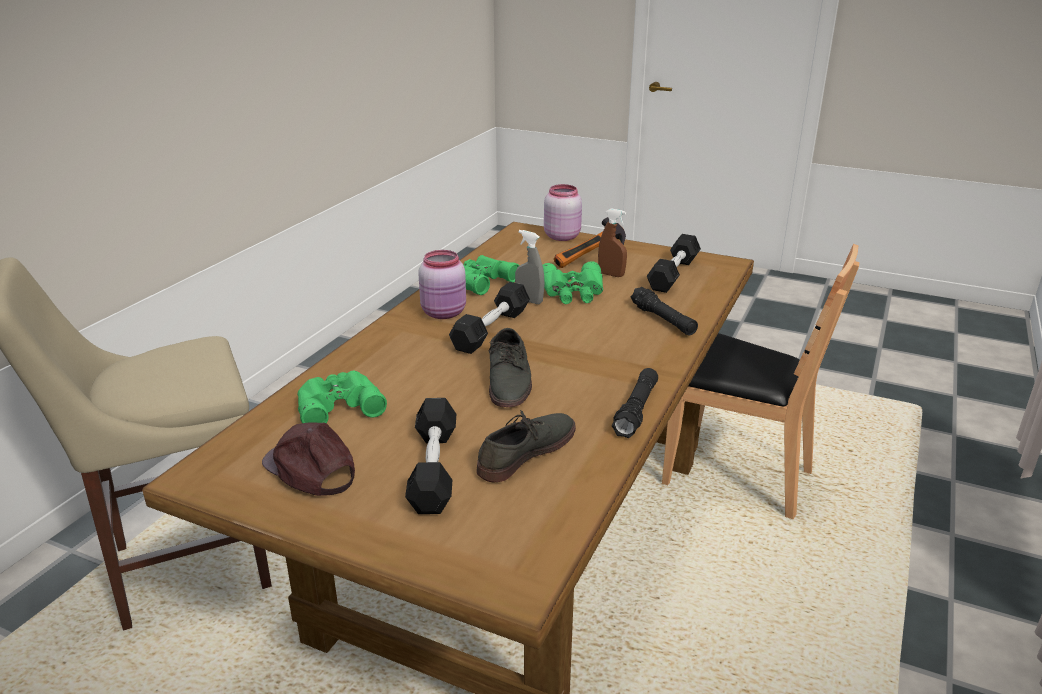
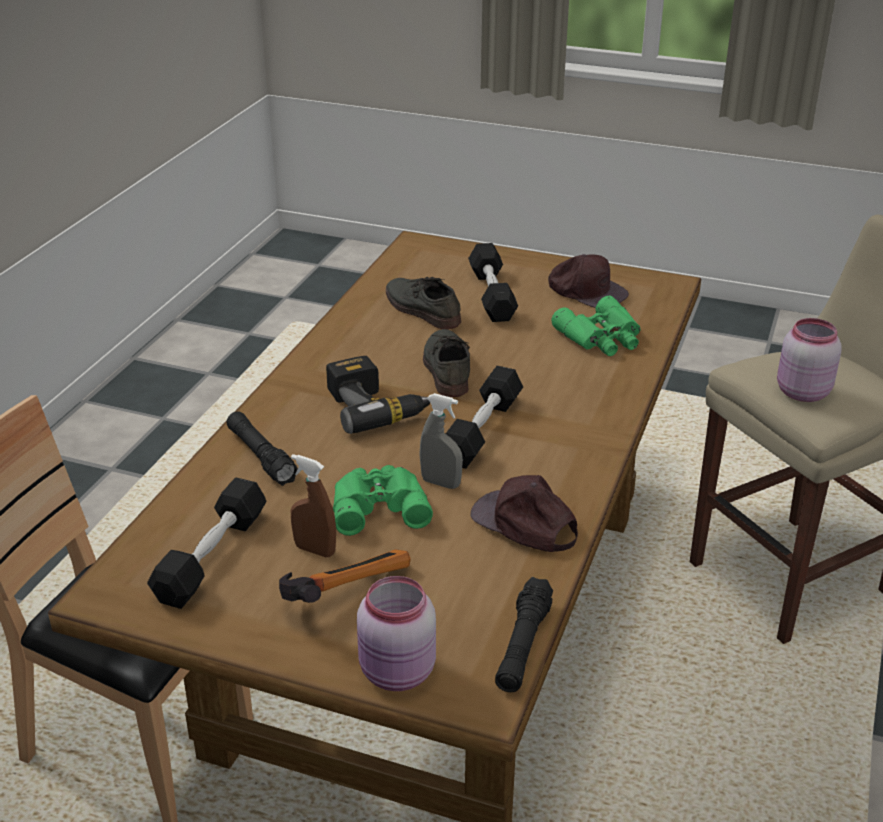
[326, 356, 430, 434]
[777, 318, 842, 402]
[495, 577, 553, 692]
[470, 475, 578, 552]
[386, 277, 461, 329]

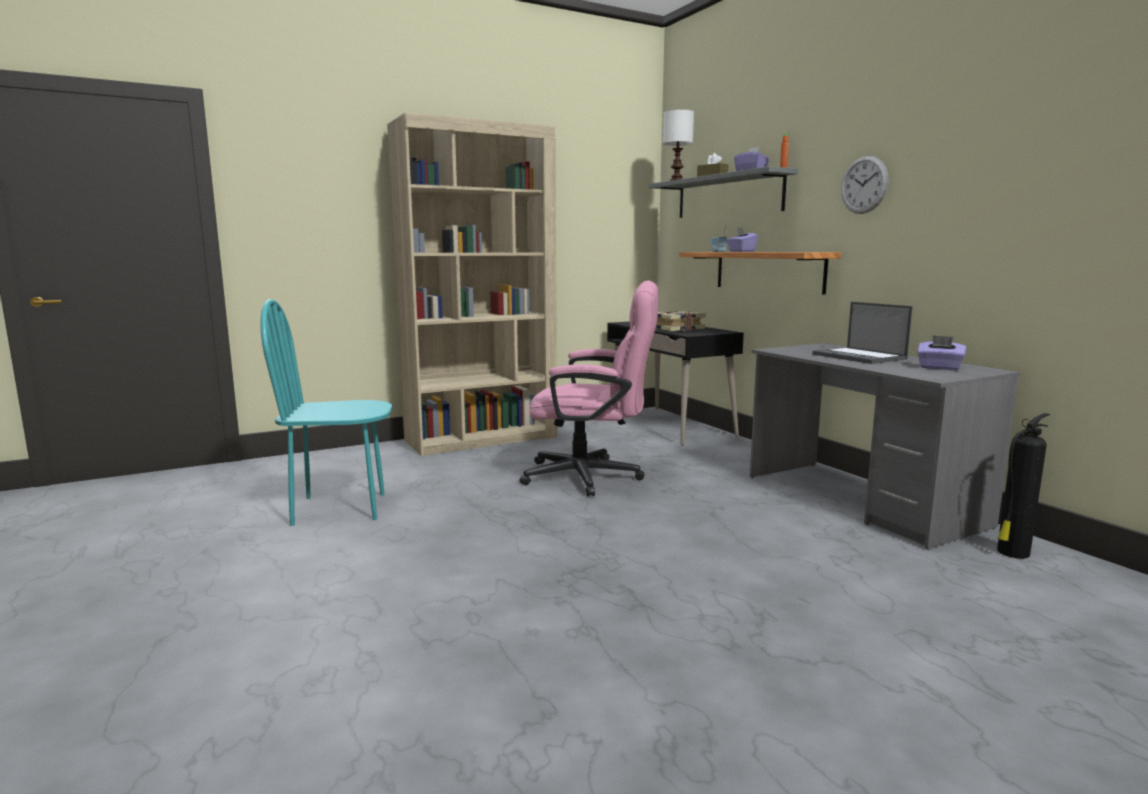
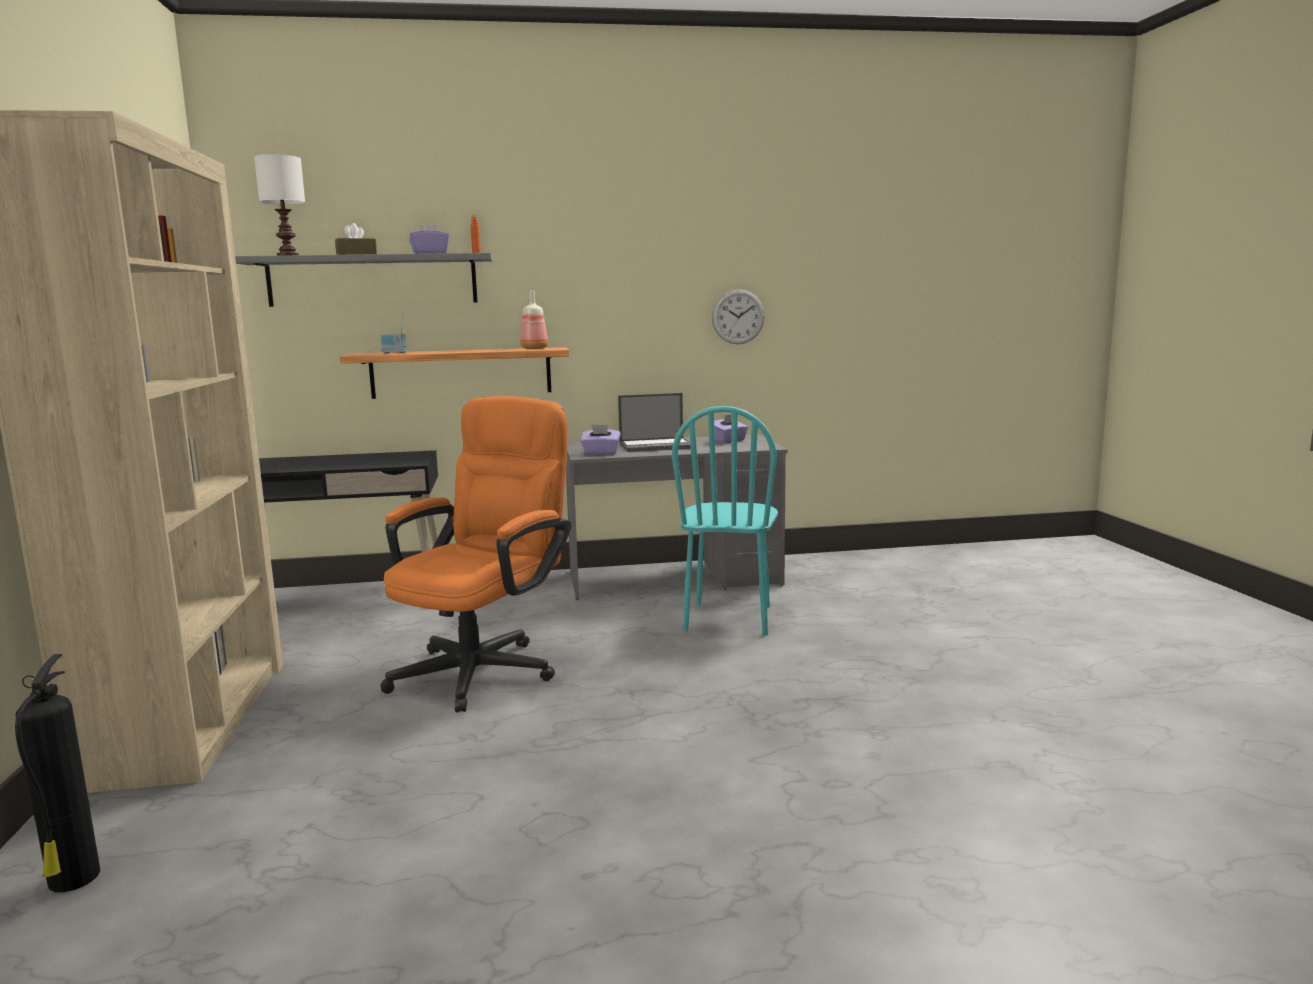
[655, 311, 706, 331] (first image)
[520, 291, 548, 349]
[672, 406, 778, 636]
[581, 424, 621, 455]
[712, 289, 765, 344]
[15, 654, 100, 892]
[381, 396, 572, 712]

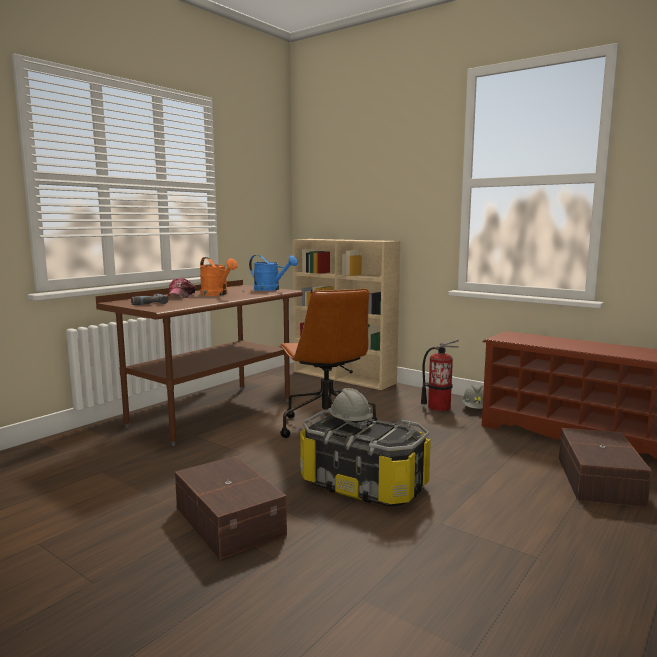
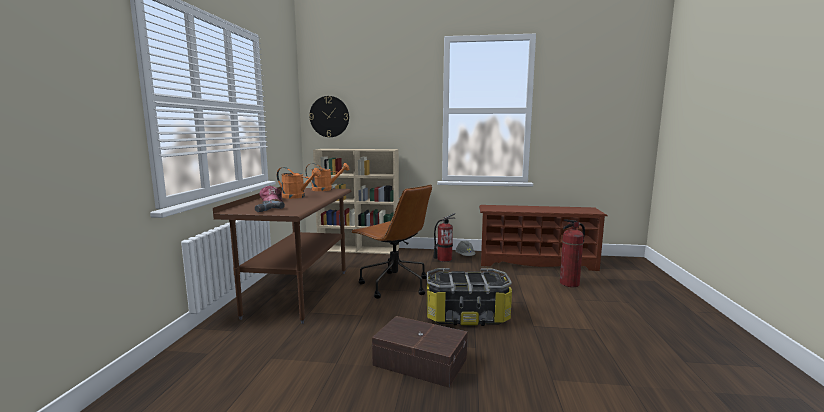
[327, 388, 372, 430] (first image)
[309, 96, 349, 137]
[560, 219, 585, 287]
[306, 163, 349, 191]

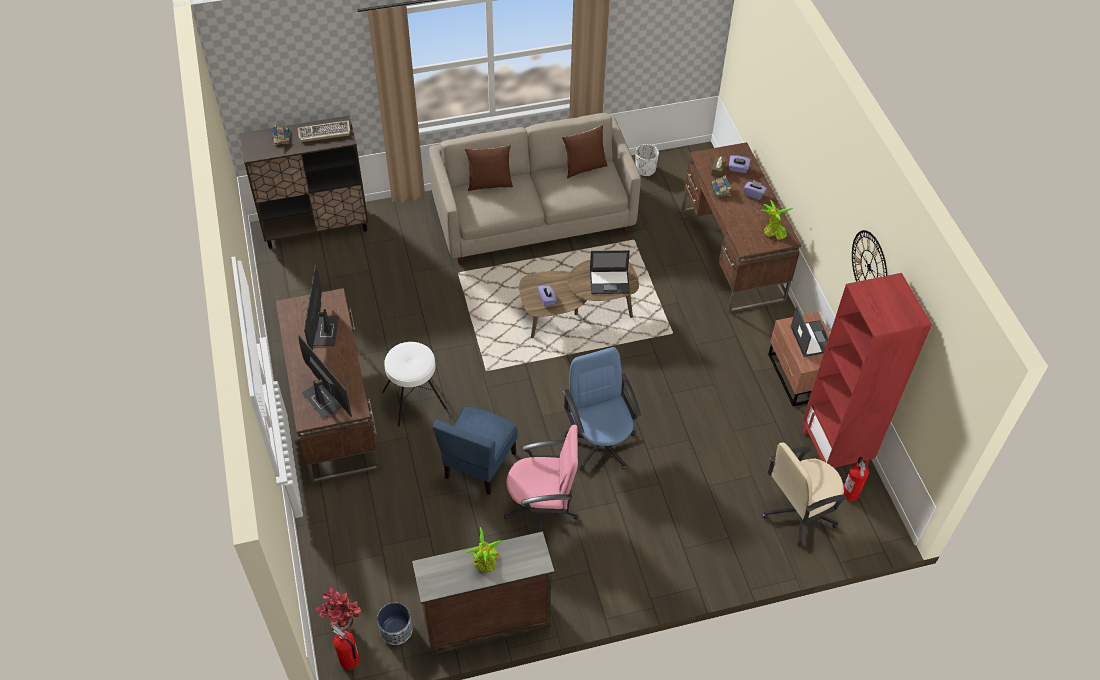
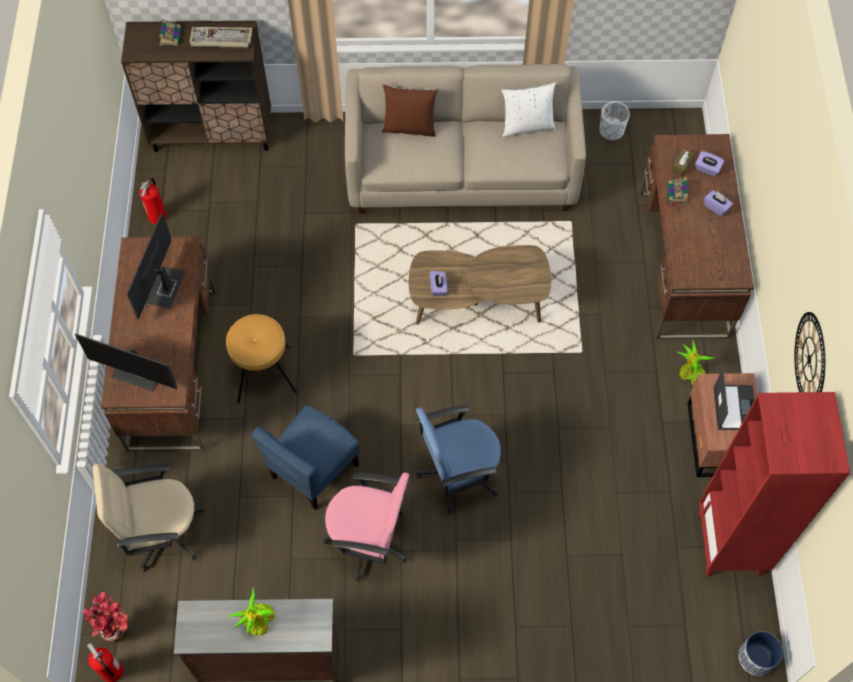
[590, 250, 630, 294] (first image)
[739, 631, 783, 676]
[678, 340, 715, 385]
[93, 464, 205, 571]
[139, 178, 167, 224]
[226, 314, 297, 403]
[502, 82, 556, 137]
[75, 333, 177, 391]
[416, 406, 501, 513]

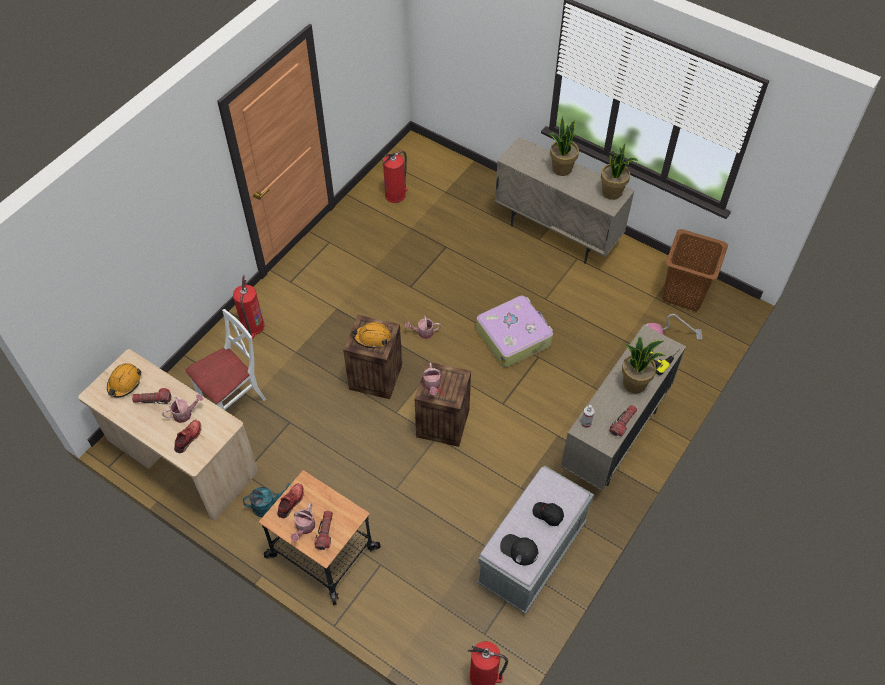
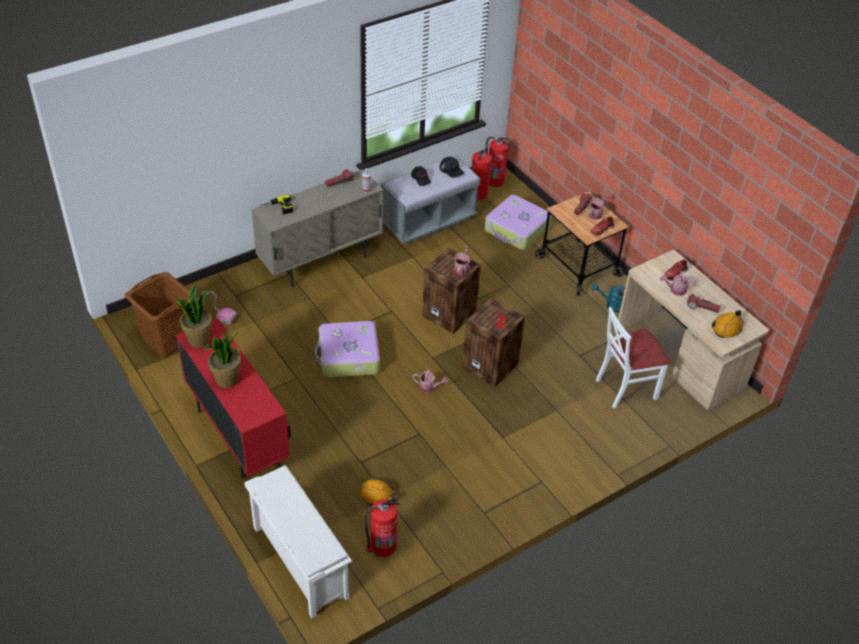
[622, 337, 665, 393] (first image)
[244, 465, 352, 618]
[485, 195, 552, 250]
[471, 147, 492, 200]
[360, 478, 397, 505]
[176, 319, 291, 478]

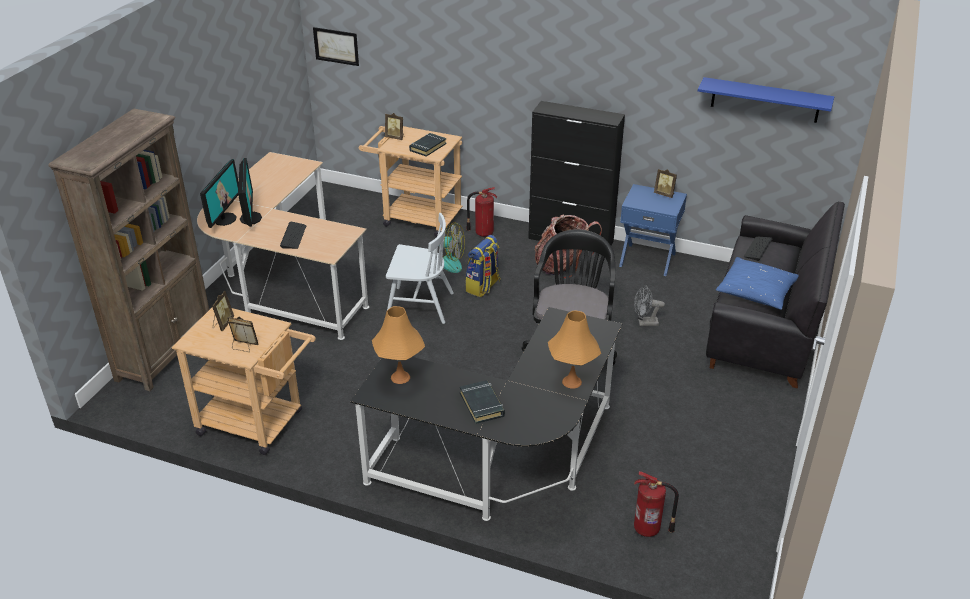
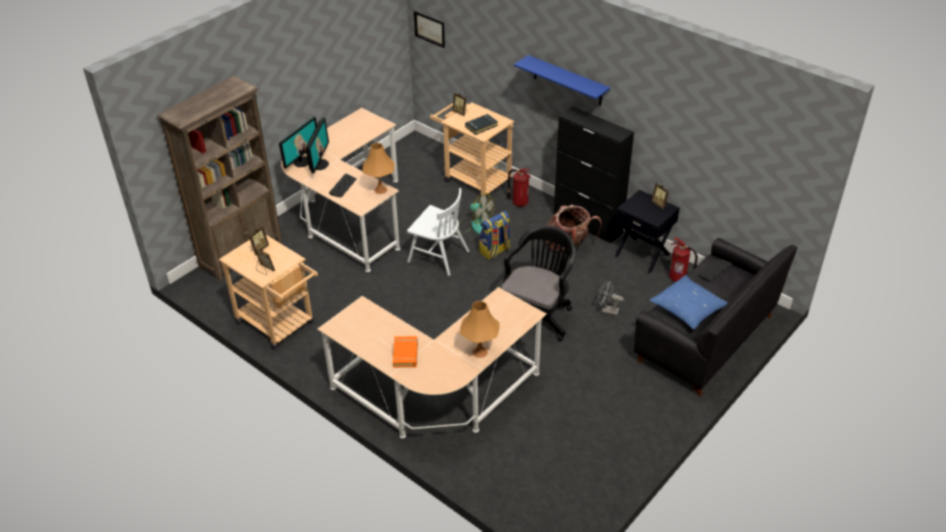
[362, 143, 395, 194]
[669, 237, 698, 282]
[514, 55, 610, 106]
[317, 287, 547, 438]
[393, 336, 418, 367]
[615, 190, 680, 273]

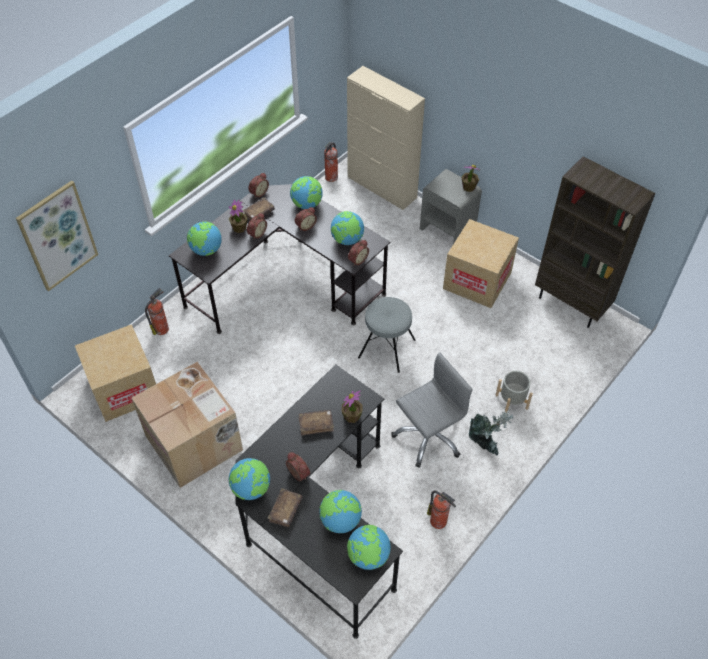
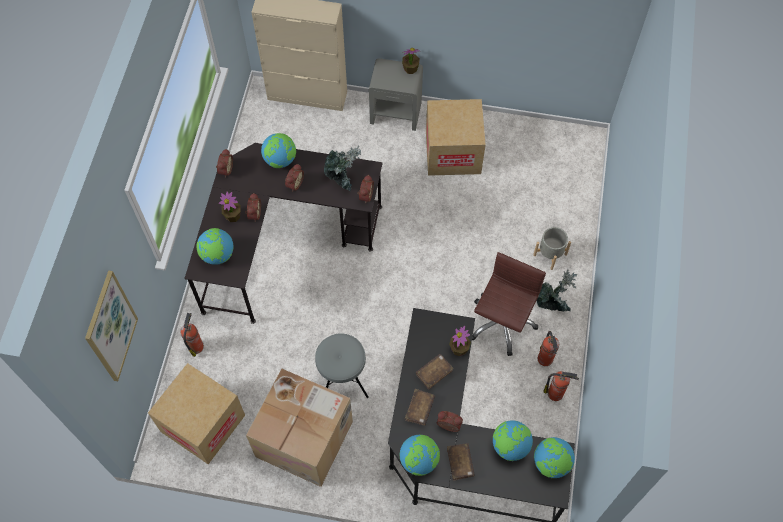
[535, 156, 655, 328] (first image)
[405, 389, 435, 426]
[538, 331, 559, 366]
[315, 333, 369, 398]
[324, 145, 361, 191]
[472, 252, 546, 356]

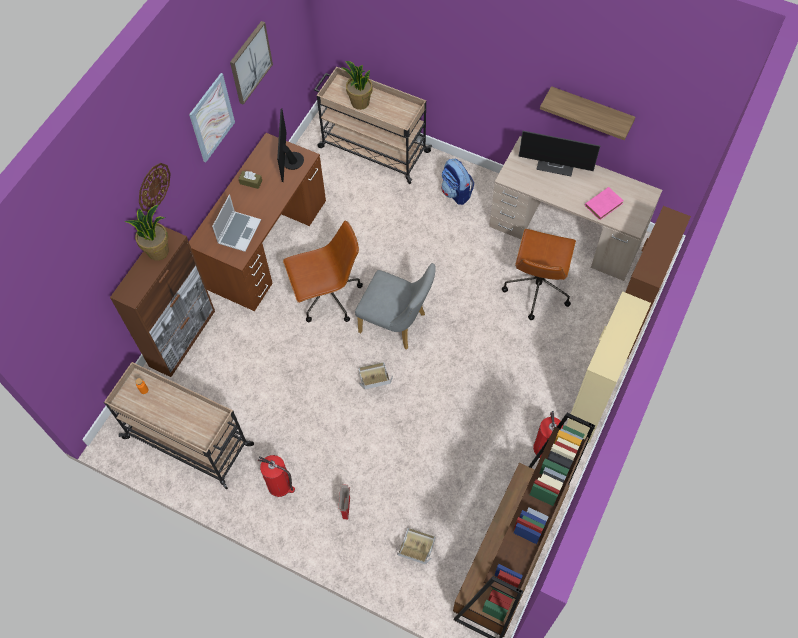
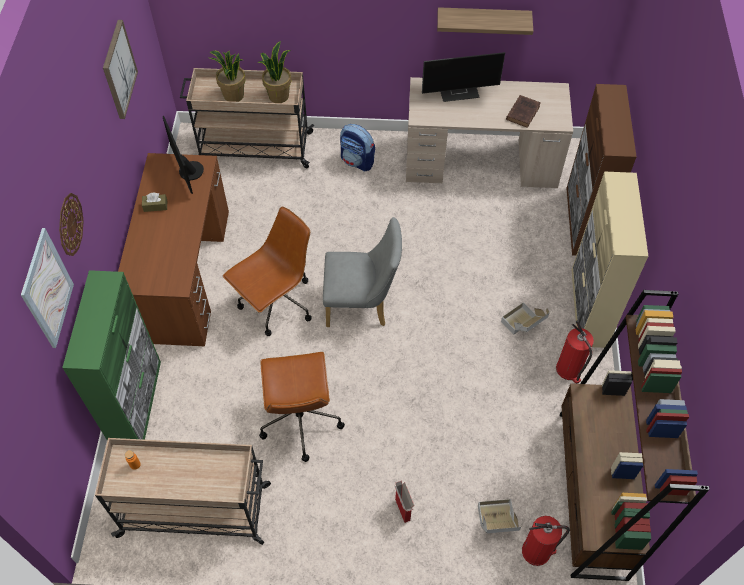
[212, 194, 261, 252] (first image)
[257, 41, 291, 103]
[21, 228, 74, 348]
[522, 516, 570, 566]
[501, 302, 550, 335]
[259, 352, 345, 462]
[62, 270, 161, 441]
[506, 95, 541, 128]

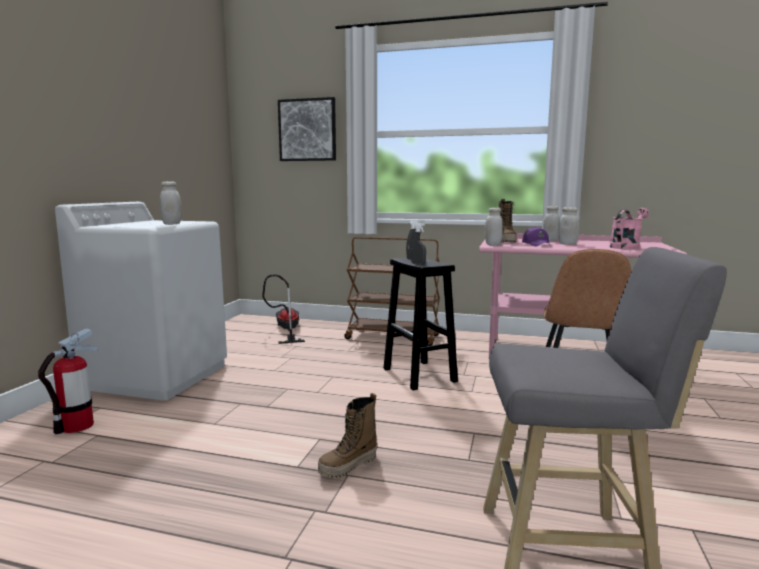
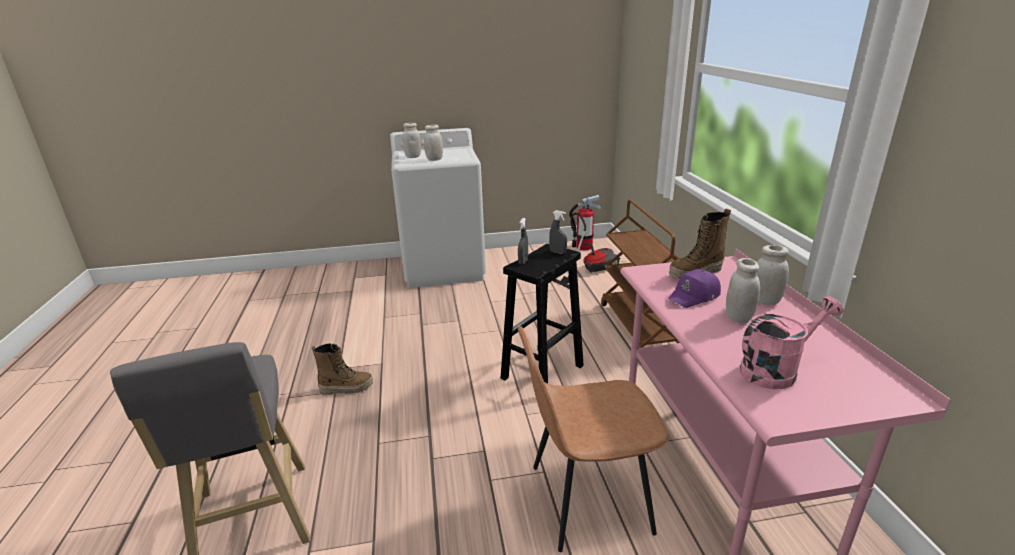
[278, 97, 336, 161] (first image)
[569, 195, 601, 250]
[402, 123, 421, 158]
[312, 343, 373, 395]
[740, 296, 844, 389]

